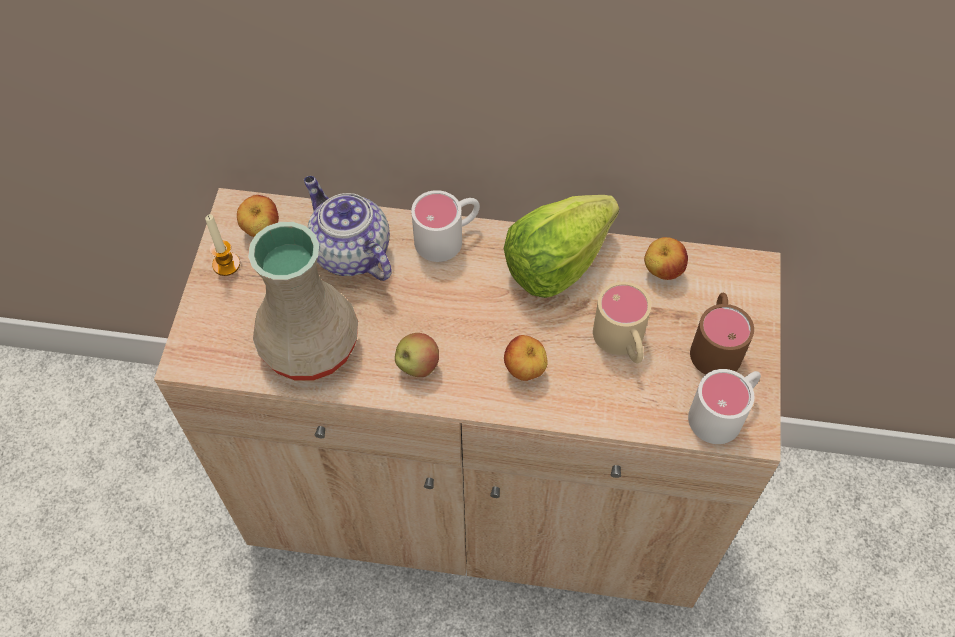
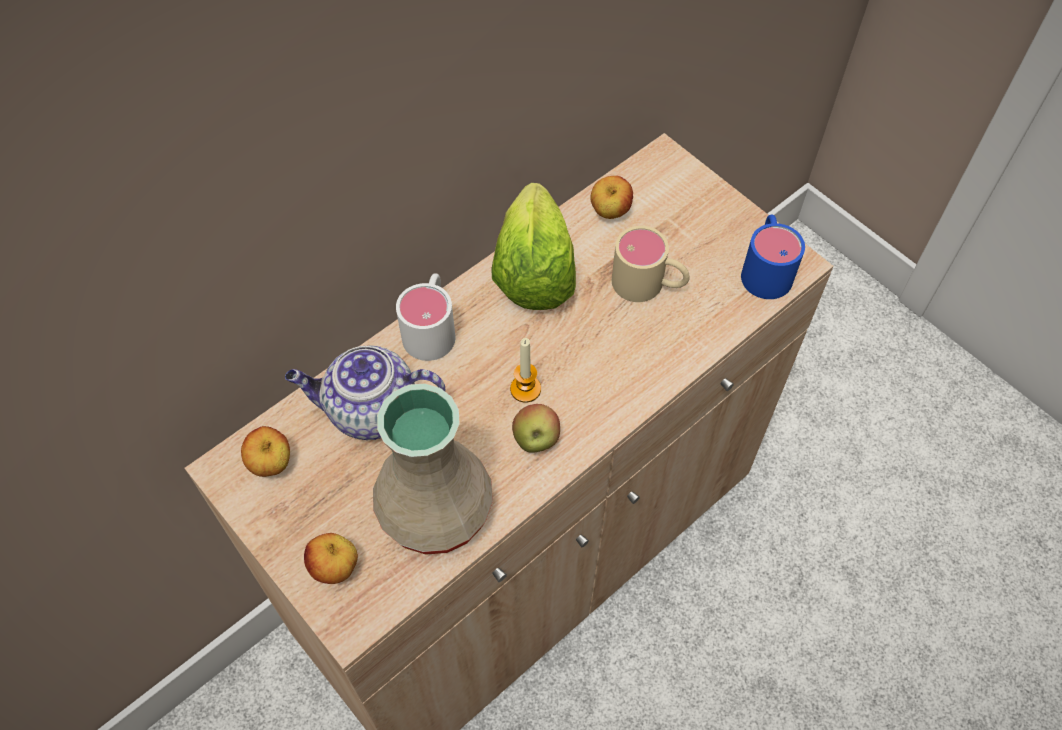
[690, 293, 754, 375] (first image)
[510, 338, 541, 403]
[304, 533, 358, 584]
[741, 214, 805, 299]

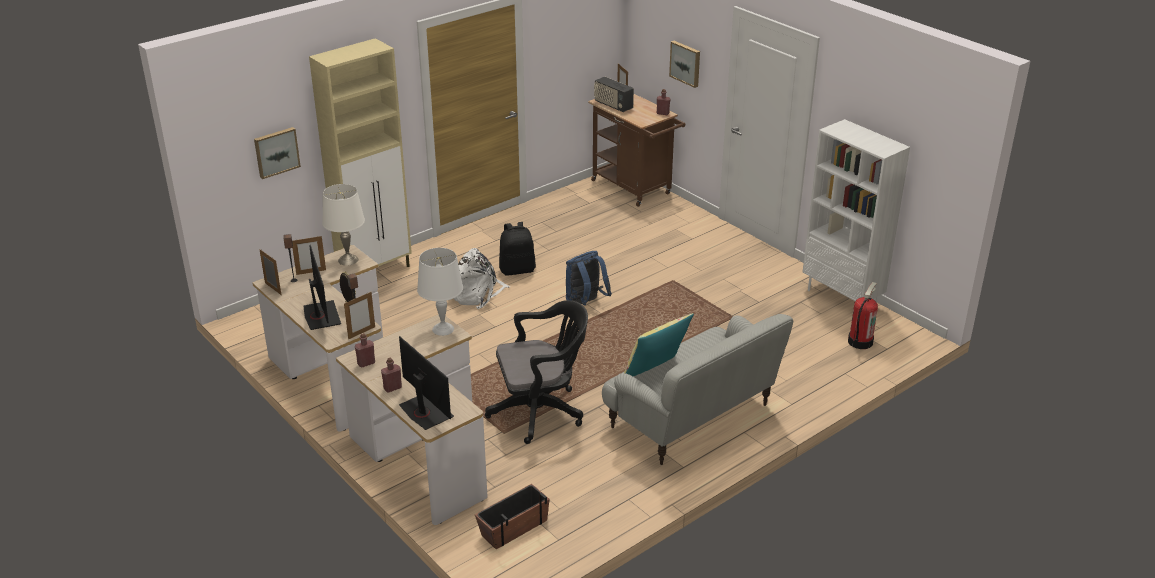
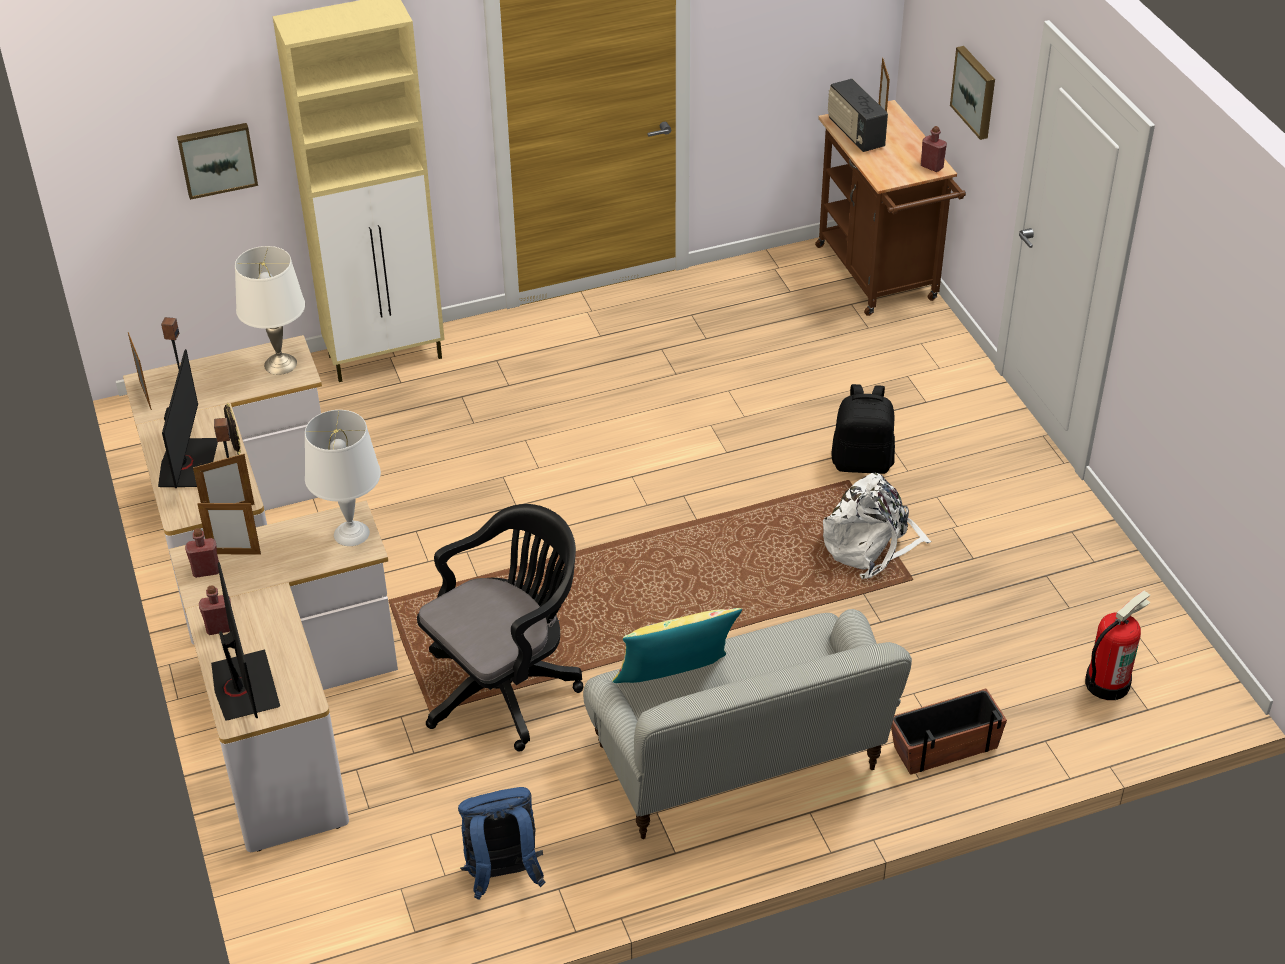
[803, 119, 910, 301] (first image)
[197, 501, 261, 555]
[823, 473, 931, 579]
[891, 688, 1007, 775]
[831, 384, 895, 474]
[458, 787, 546, 900]
[417, 504, 584, 752]

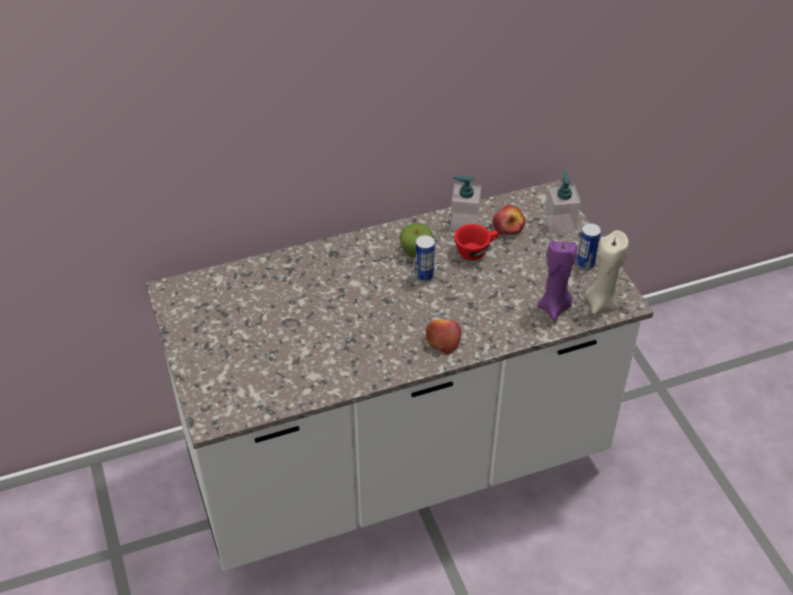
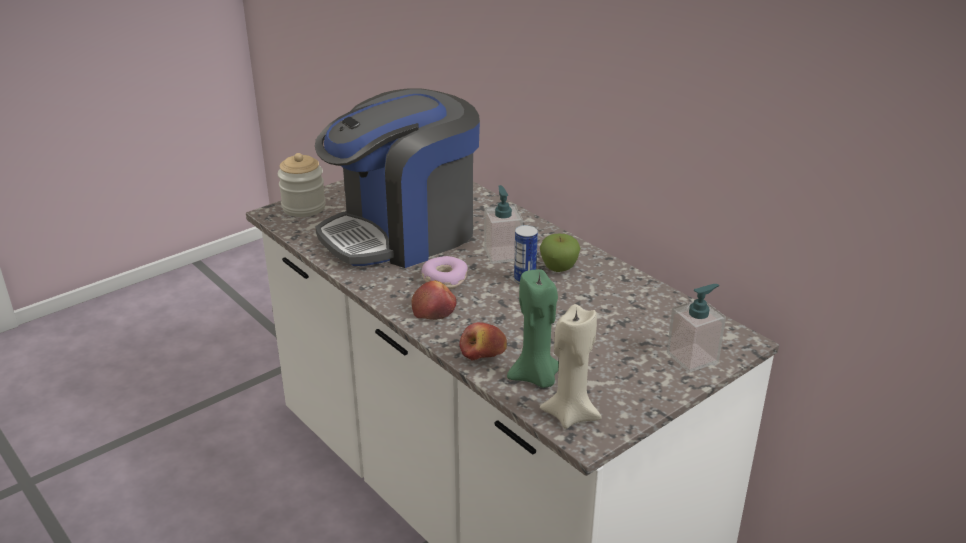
[454, 224, 499, 260] (first image)
[576, 223, 601, 270] (first image)
[278, 153, 326, 217]
[315, 88, 480, 268]
[421, 256, 468, 289]
[484, 185, 523, 264]
[459, 322, 507, 361]
[507, 269, 559, 388]

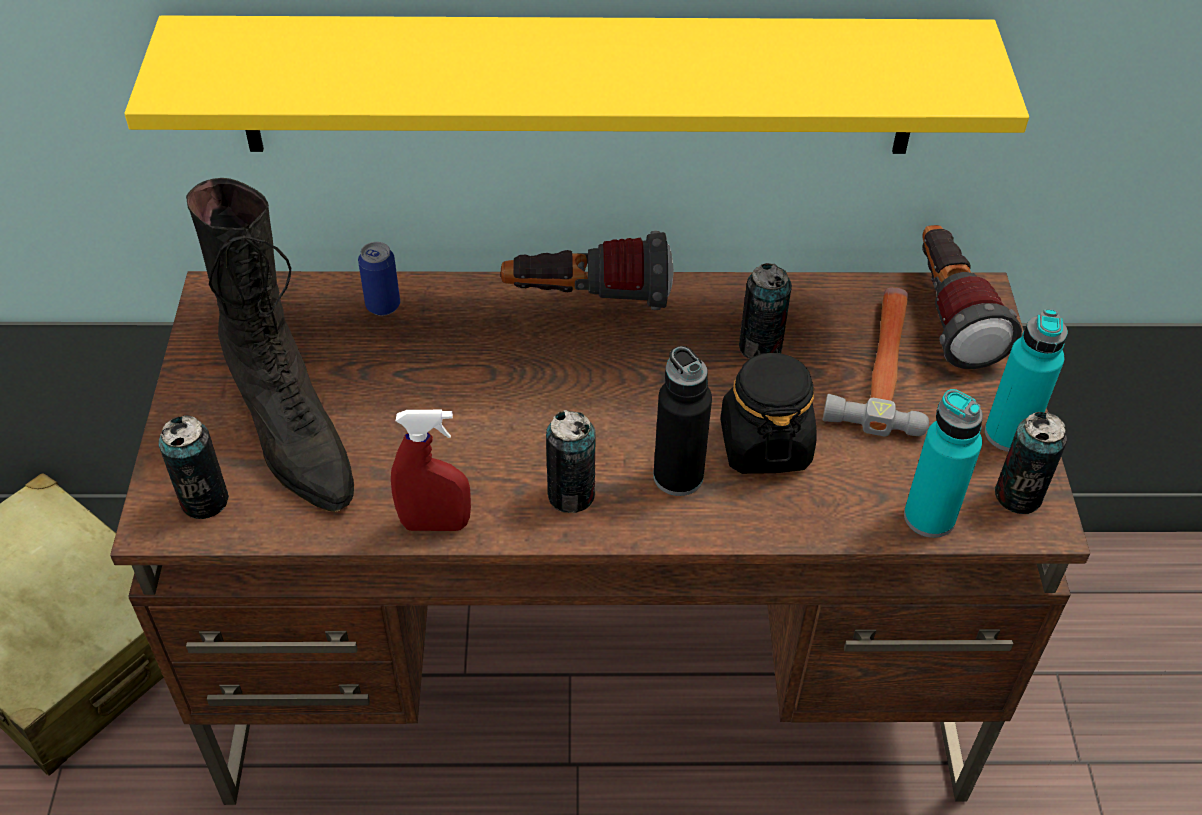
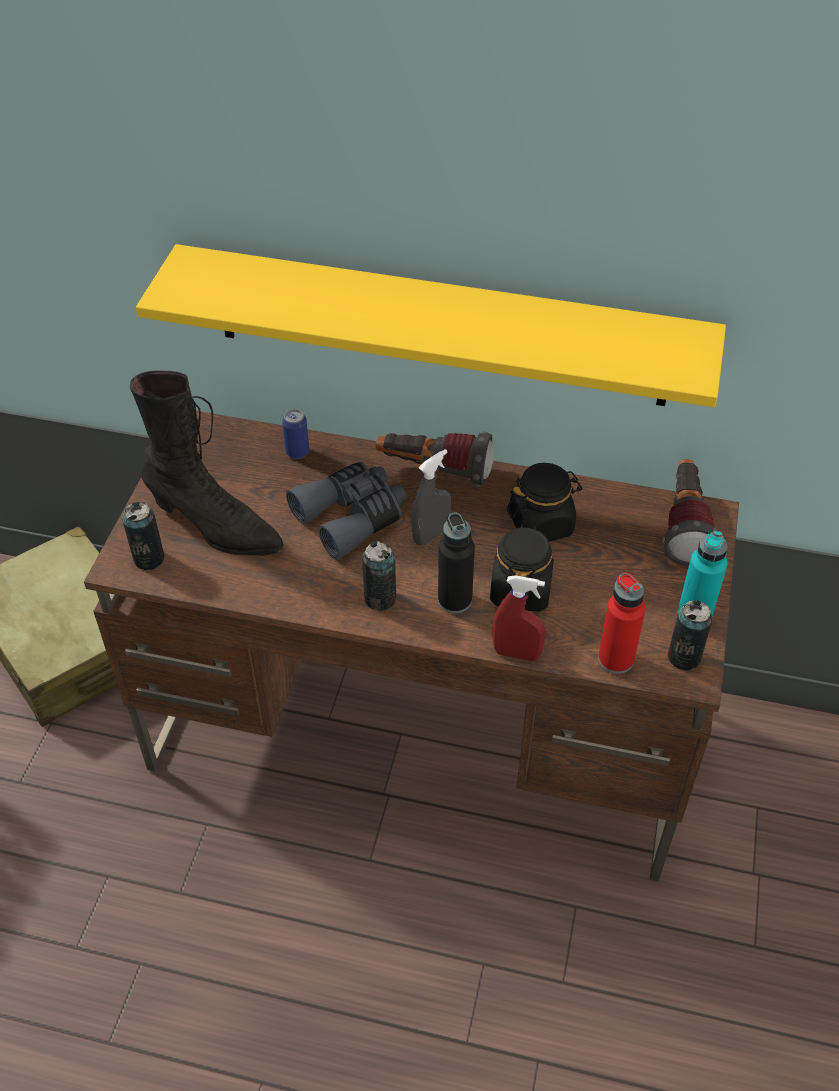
[823, 287, 929, 436] (first image)
[286, 462, 407, 560]
[411, 449, 451, 545]
[493, 575, 546, 661]
[507, 463, 582, 542]
[598, 572, 646, 674]
[130, 370, 283, 556]

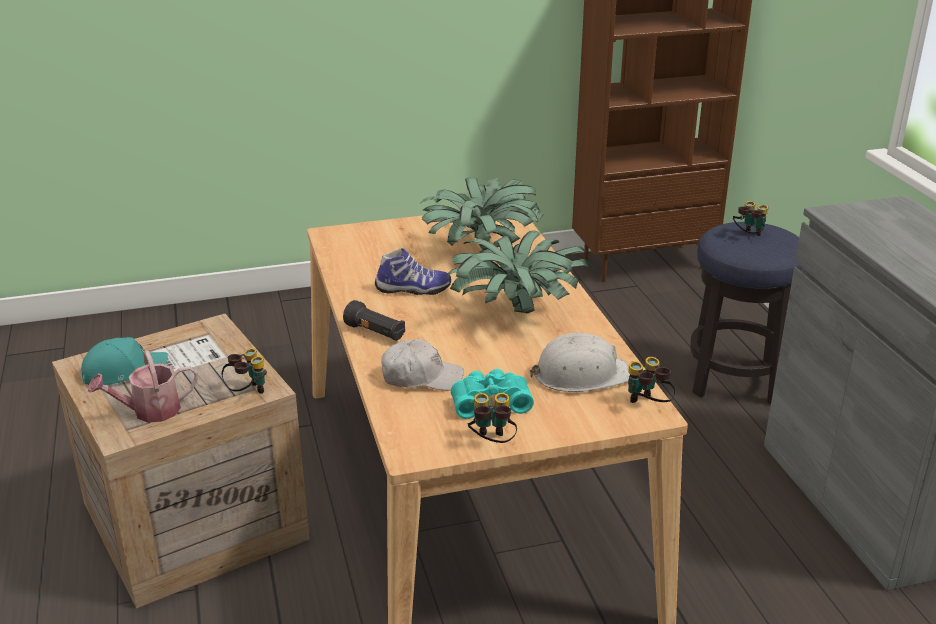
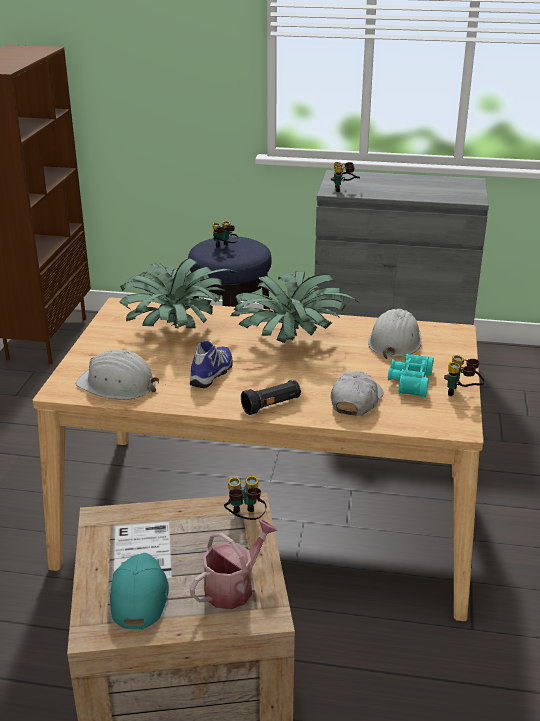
[76, 350, 159, 400]
[331, 162, 360, 192]
[190, 520, 278, 610]

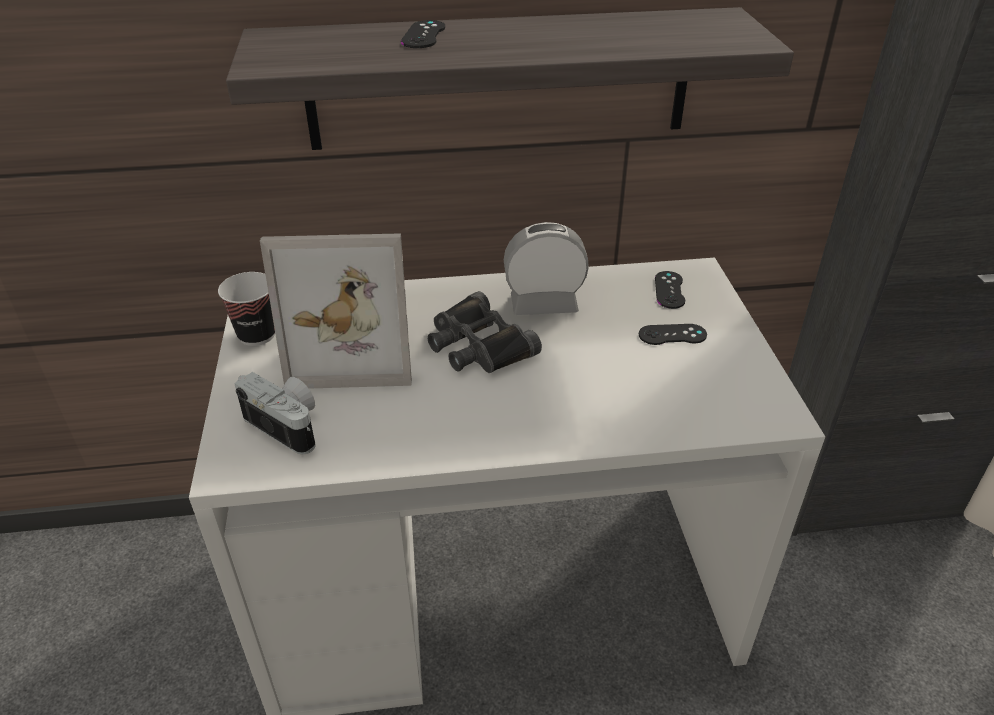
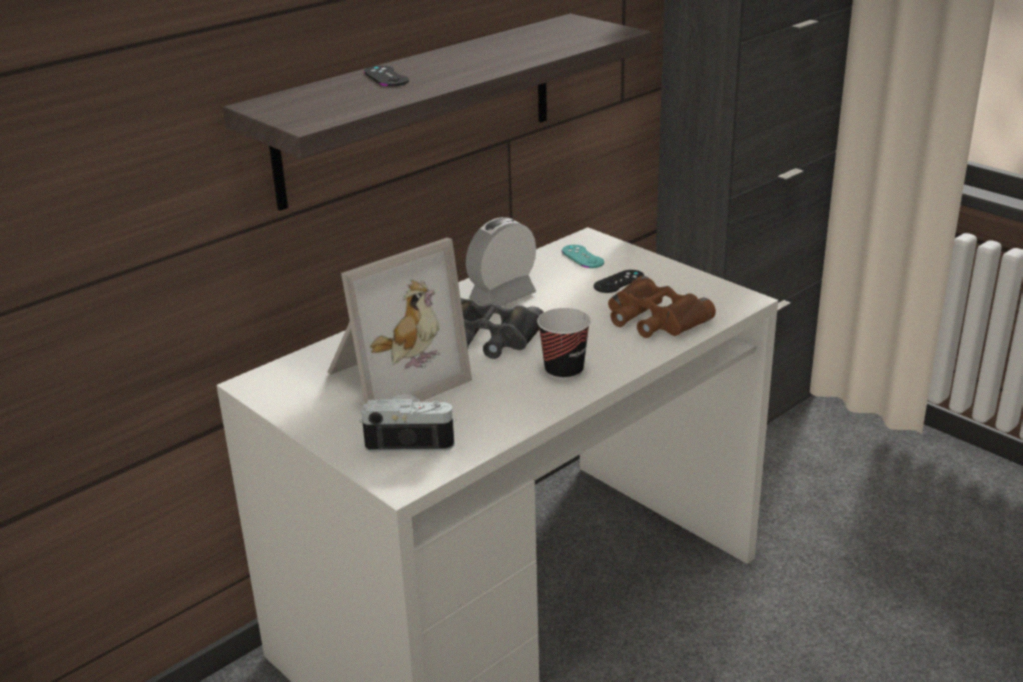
[608, 276, 716, 338]
[537, 308, 591, 381]
[562, 245, 604, 268]

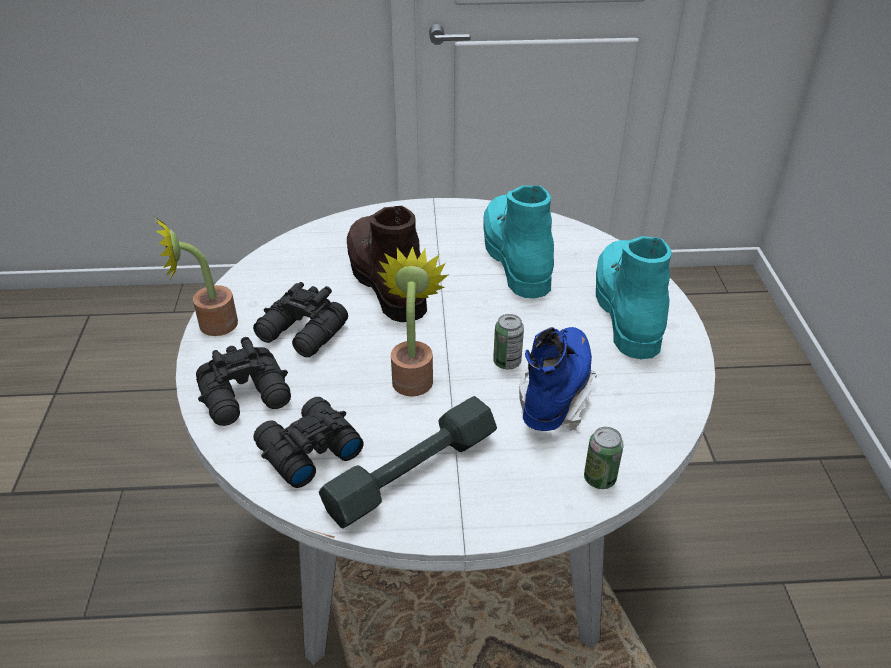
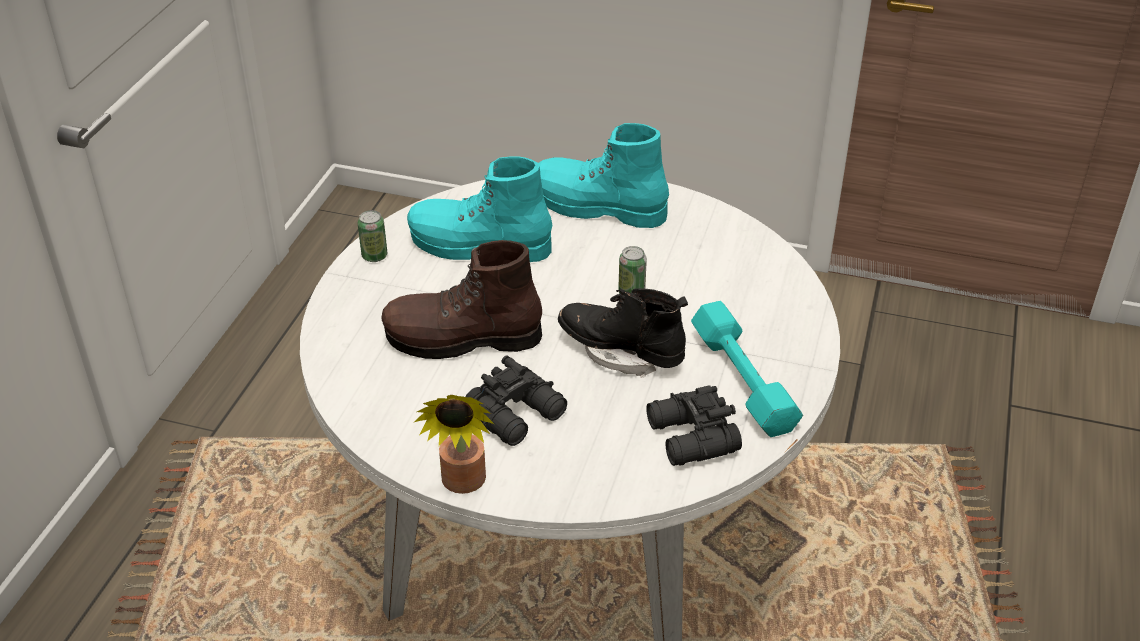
[196, 337, 291, 426] (first image)
[519, 327, 597, 431] (first image)
[357, 210, 387, 262]
[558, 288, 688, 378]
[691, 301, 803, 437]

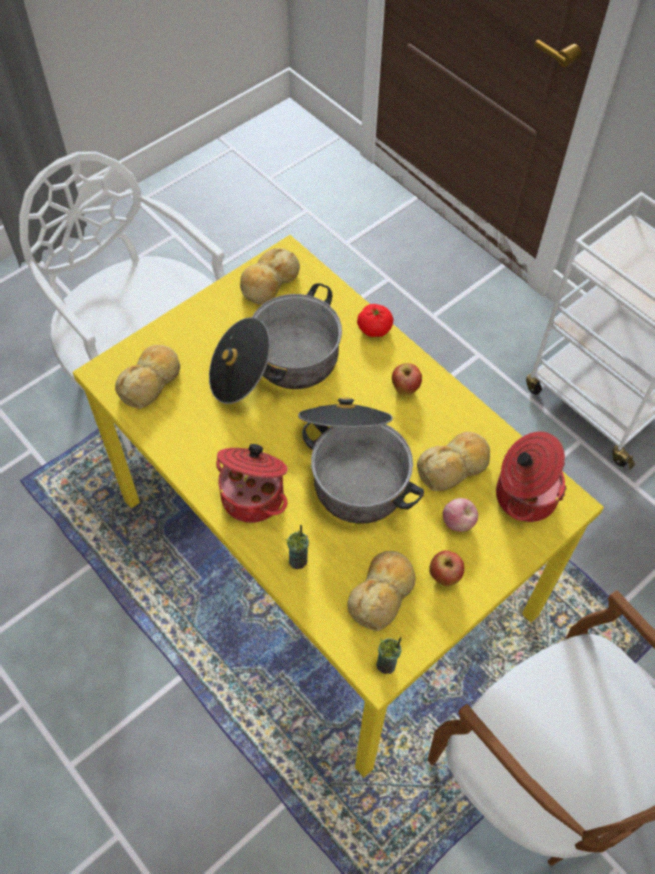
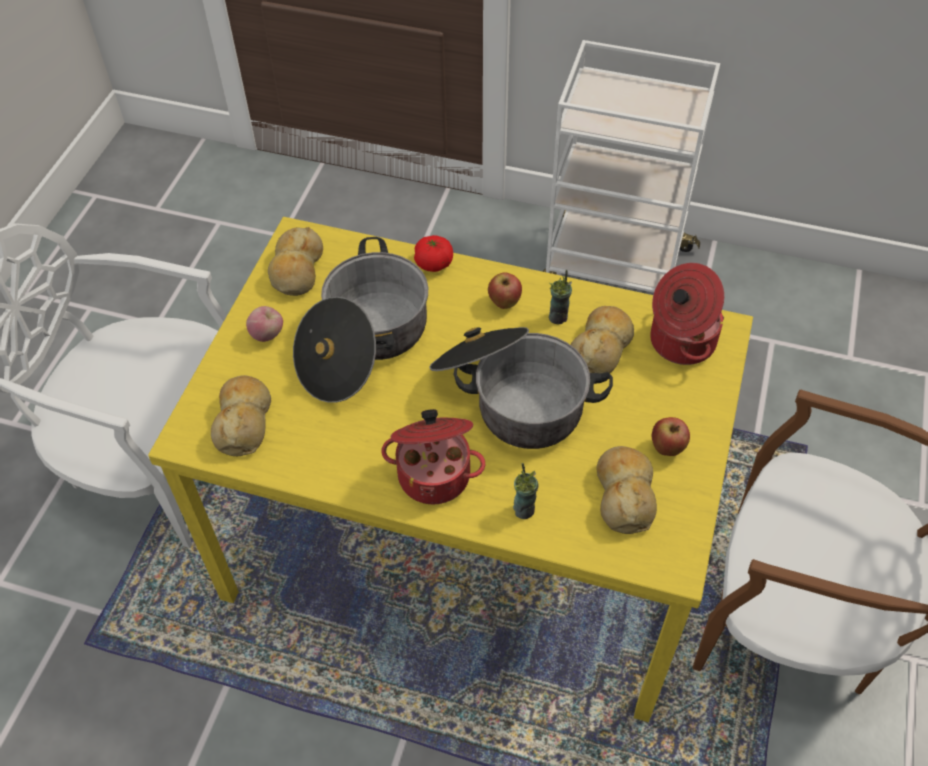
[549, 270, 572, 325]
[246, 306, 283, 342]

